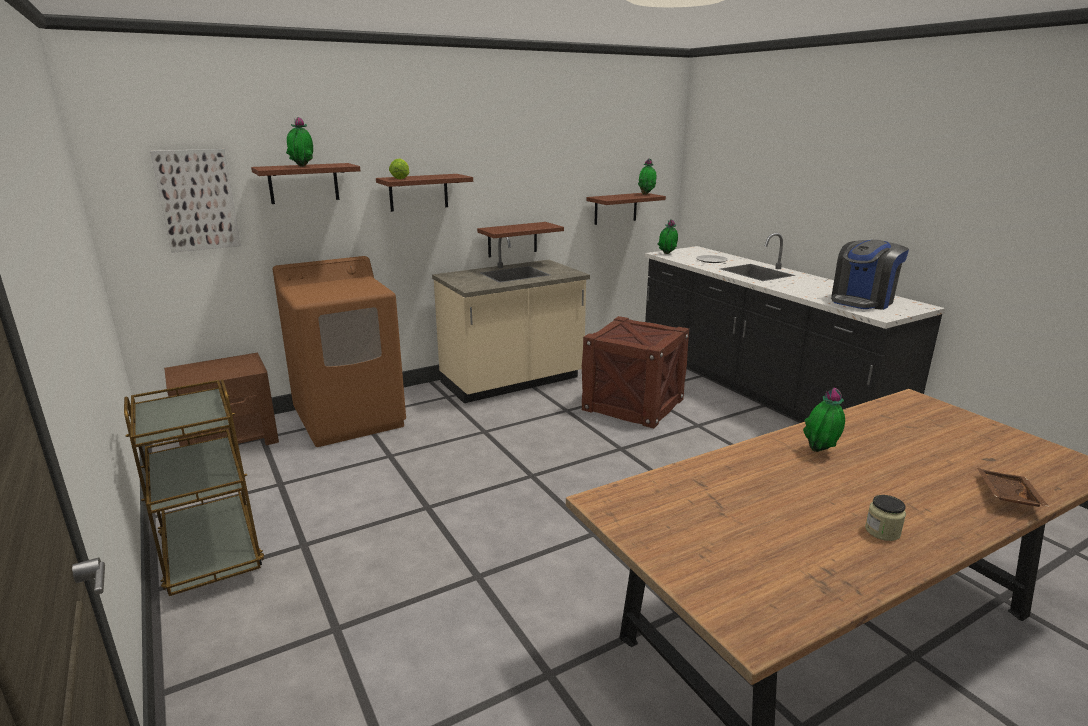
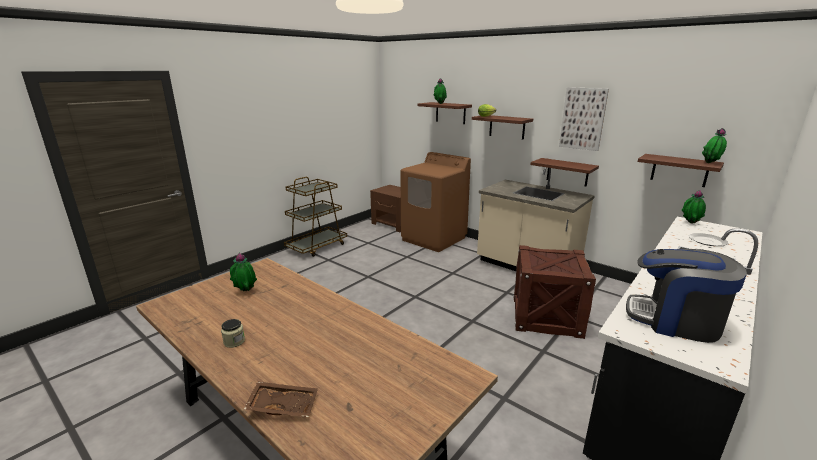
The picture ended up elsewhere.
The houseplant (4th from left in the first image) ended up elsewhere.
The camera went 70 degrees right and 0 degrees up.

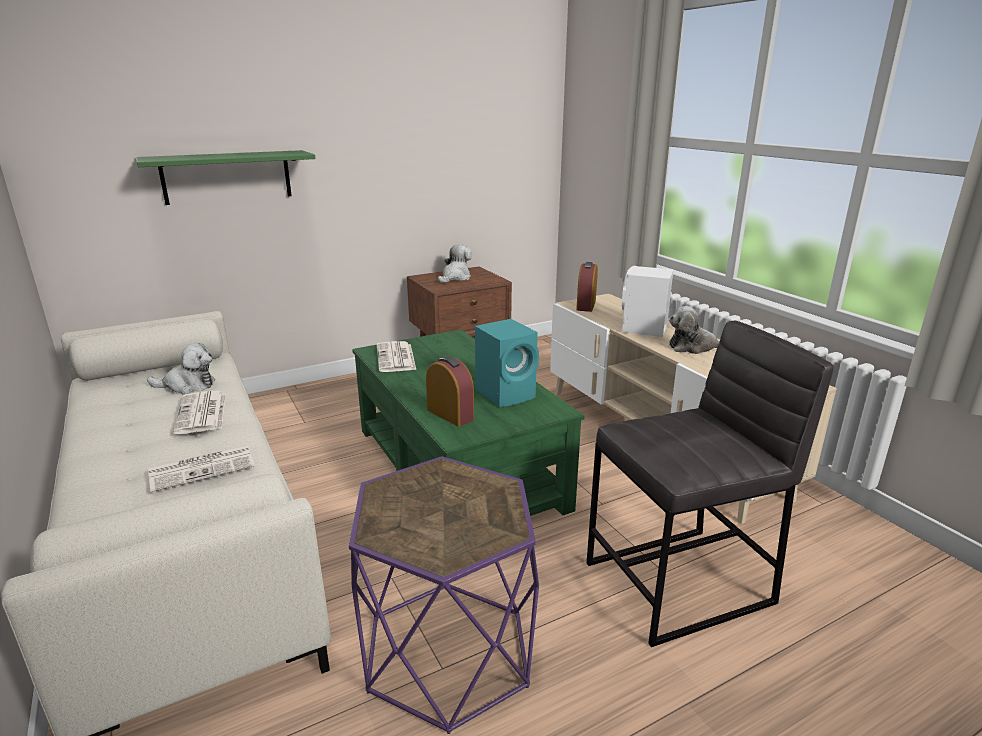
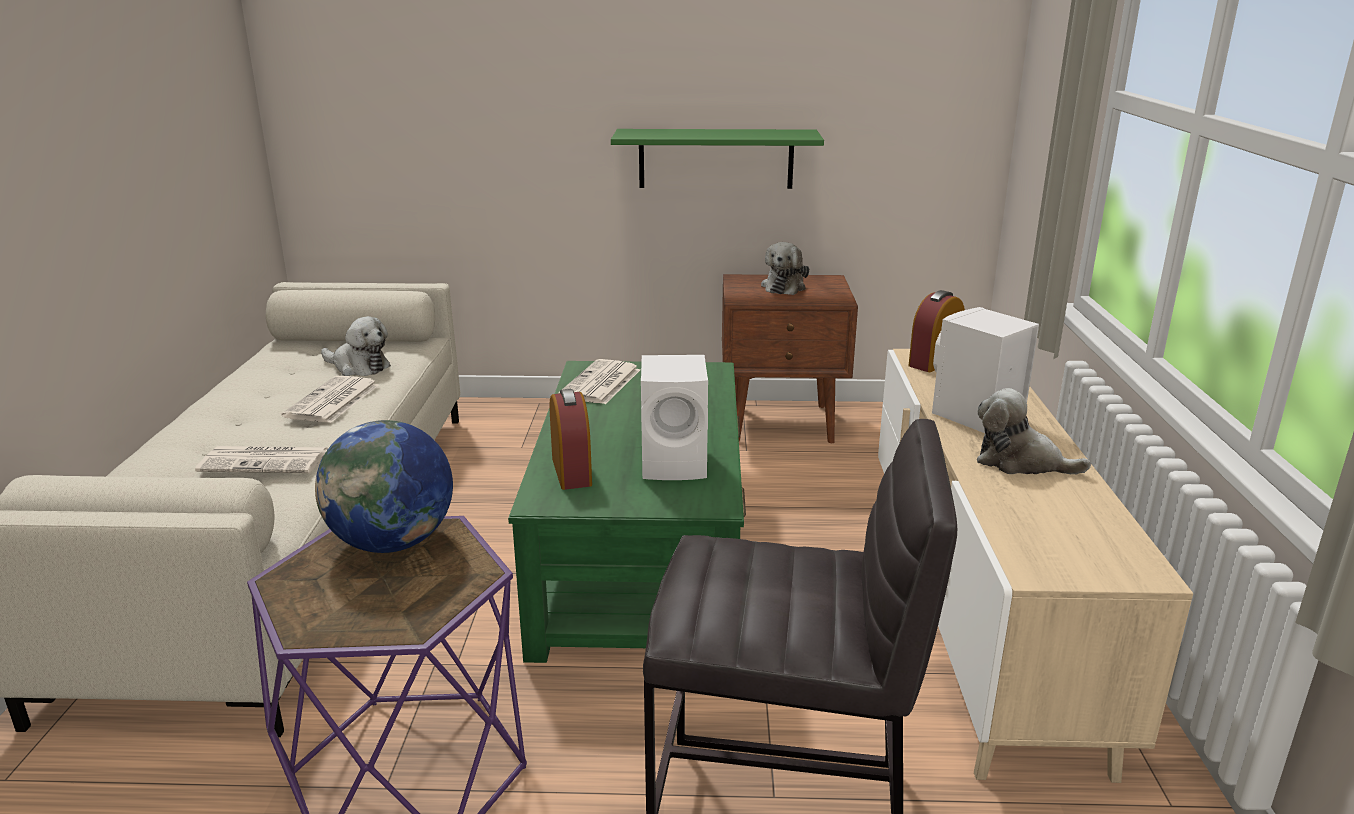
The second view gained the globe.
The green_shelf ended up elsewhere.
What was the turquoise_audio_speaker turned into the whitish_audio_speaker (1st from left).
The plush_toy (2nd from left) ended up facing another way, 135 degrees clockwise from before.
The camera went 30 degrees right and 0 degrees up.

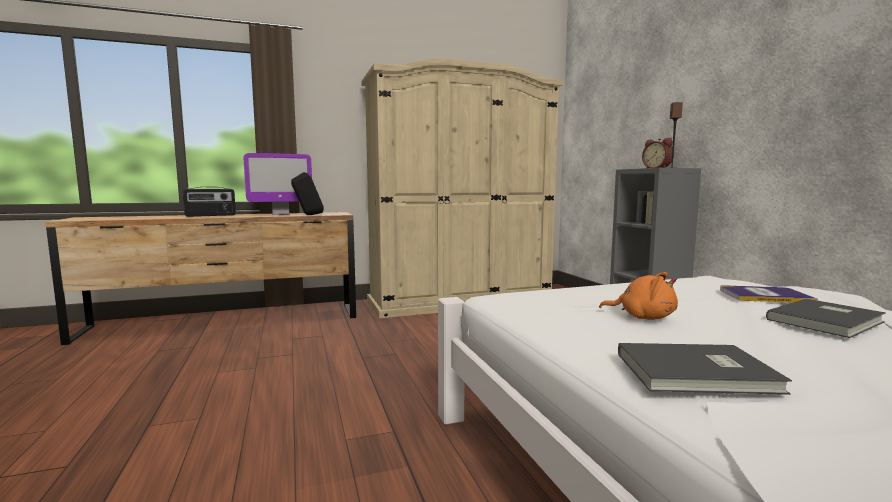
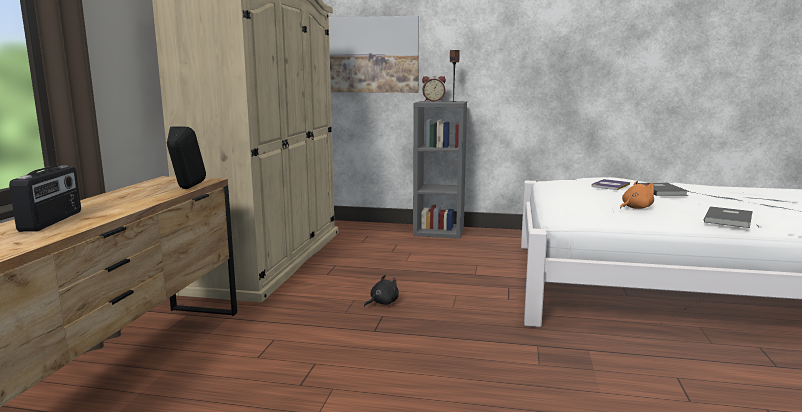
The second view lost the computer_screen.
The second view gained the picture.
The second view gained the blackish_plush_toy.
The camera went 60 degrees left and 5 degrees up.

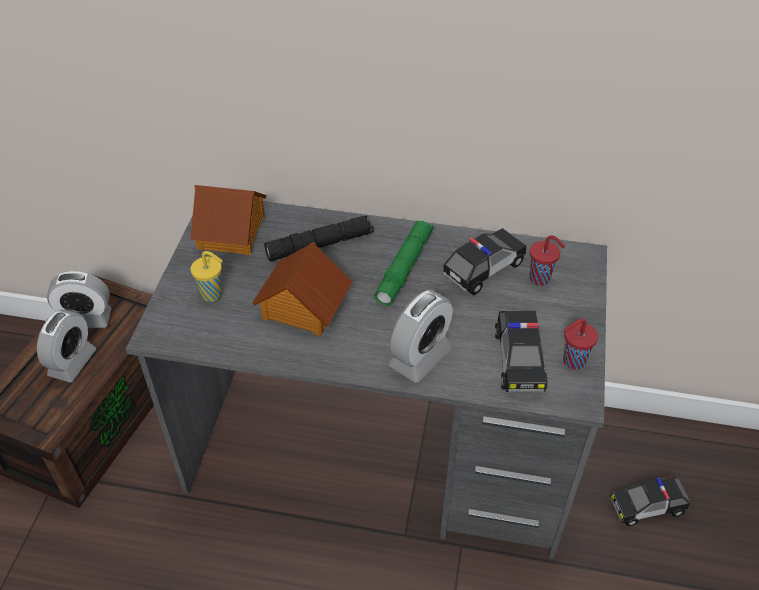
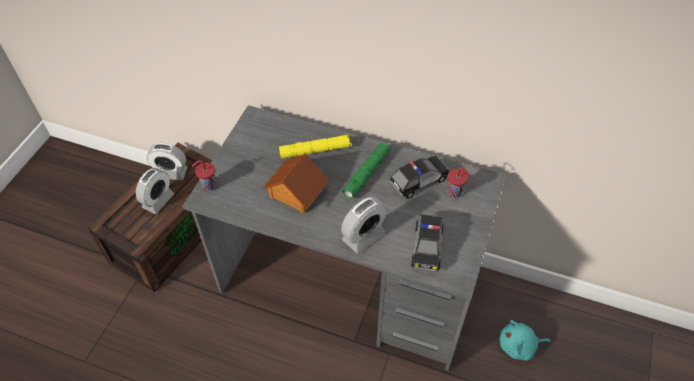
The second view lost the miniature_house (1st from left).
The second view lost the yellowish_small_cup.
The red-coloured_small_cup (2nd from left in the first image) ended up elsewhere.
Where the toy_car (3rd from left) stood, the turquoise_plush_toy came to stand.
What was the blackish_hand_torch turned into the yellowish_hand_torch.
The camera went 10 degrees right and 5 degrees up.

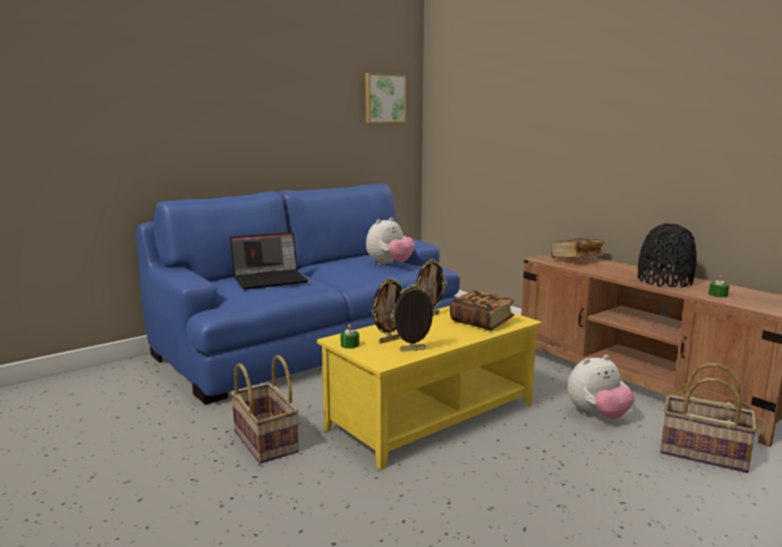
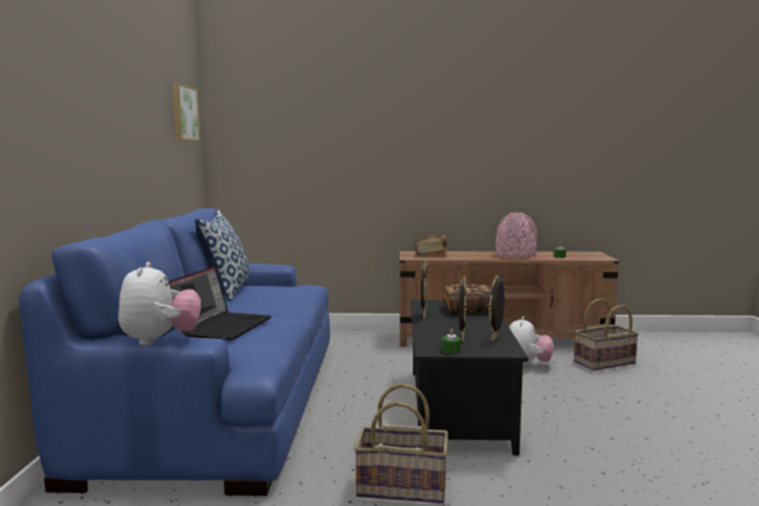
The second view gained the pillow.
The plush_toy (1st from left) ended up elsewhere.
What was the yellowish_low_table turned into the blackish_low_table.
What was the blackish_flower_vase turned into the pink-coloured_flower_vase.
The camera went 50 degrees left and 5 degrees down.

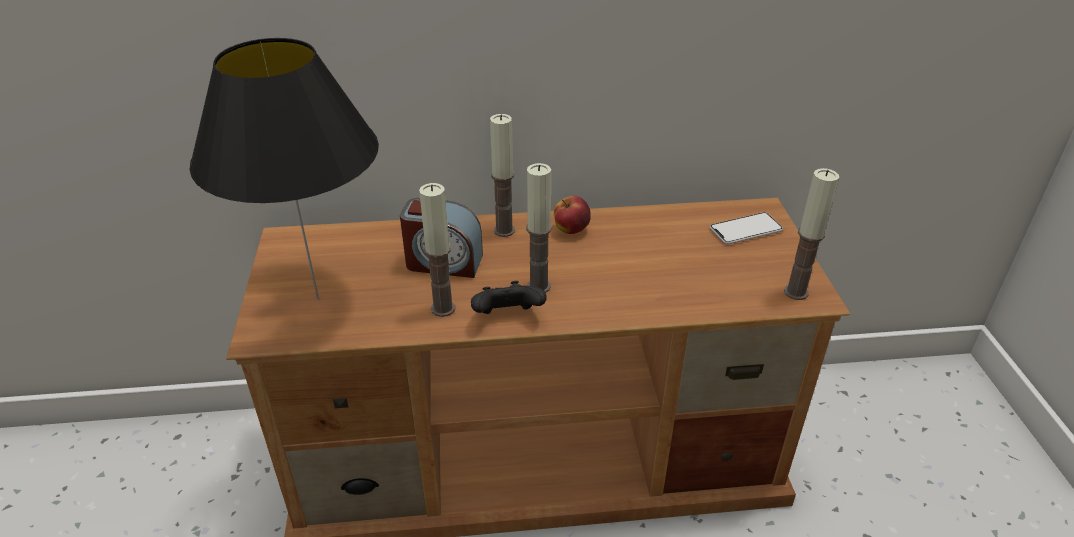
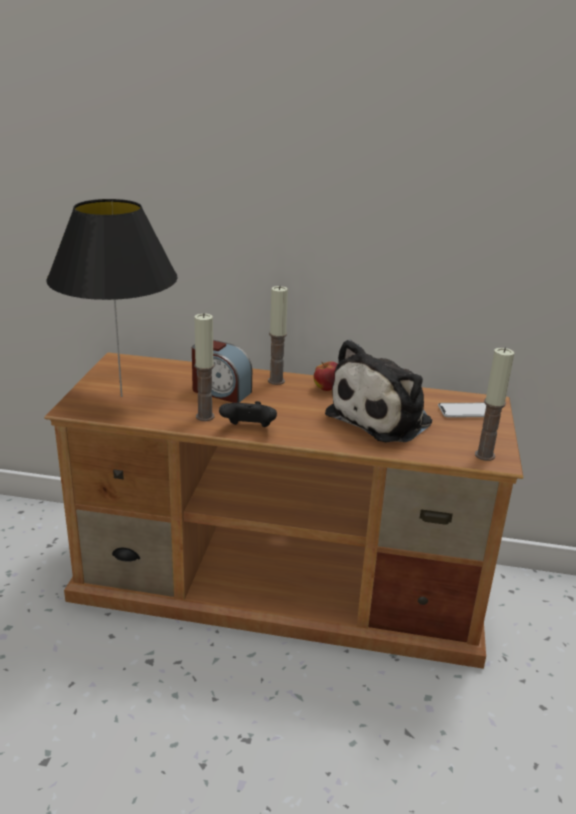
The second view lost the candle (3rd from left).
The second view gained the plush_toy.
The camera went 15 degrees right and 10 degrees down.

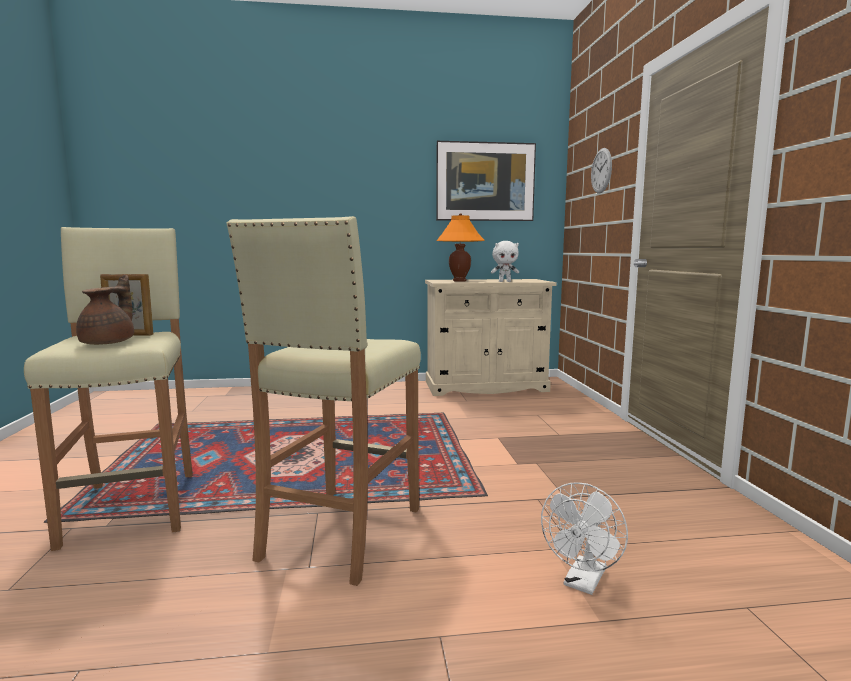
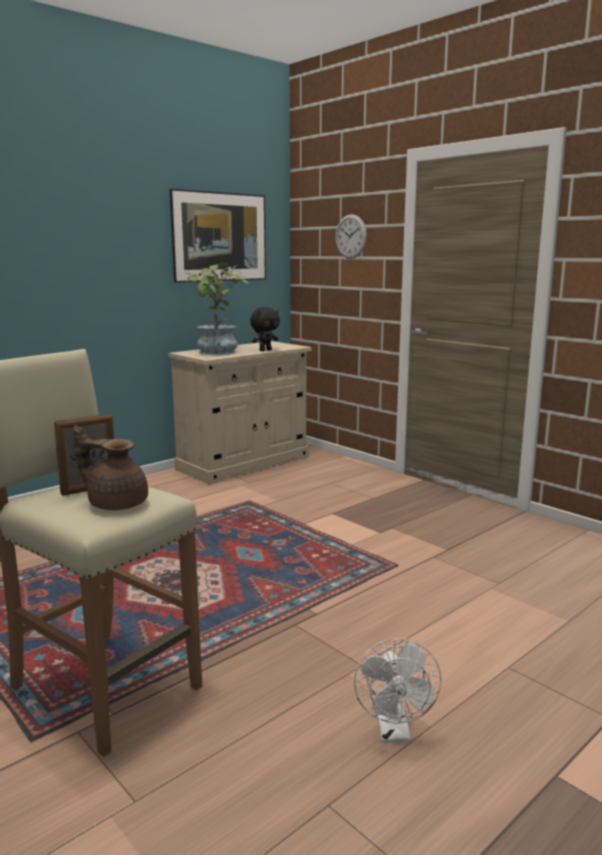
The second view lost the beige-coloured_sitting_stool (2nd from left).
The whitish_electric_fan ended up elsewhere.
Where the orange-coloured_tabletop_lamp stood, the houseplant came to stand.
What was the whitish_plush_toy turned into the blackish_plush_toy.
The brown_pot_for_tea ended up facing another way, 45 degrees counterclockwise from before.
The camera went 35 degrees left and 5 degrees up.

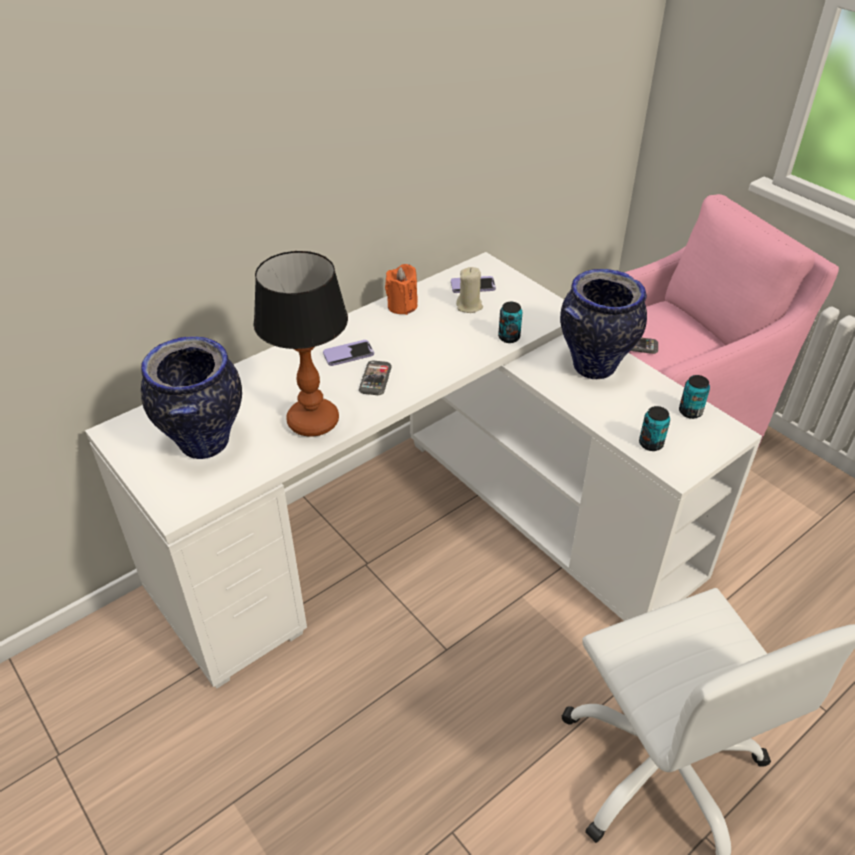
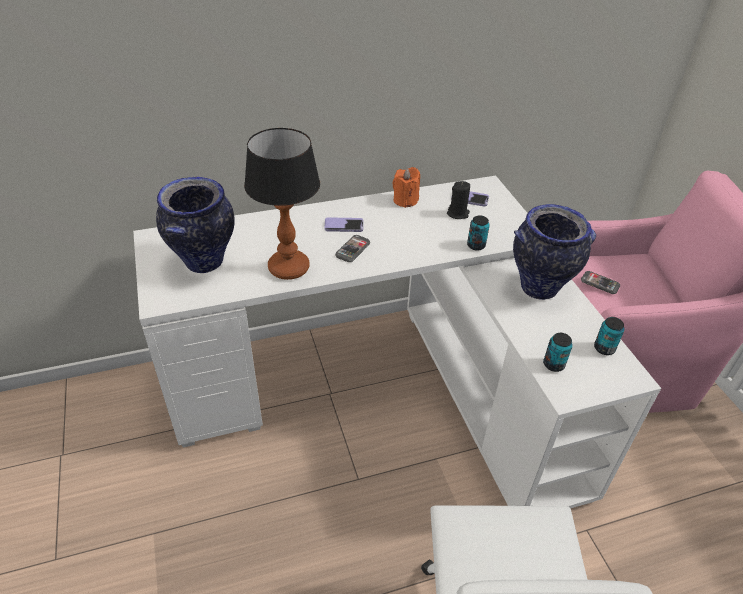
What was the beige-coloured_candle turned into the blackish_candle.
The camera went 20 degrees right and 0 degrees up.

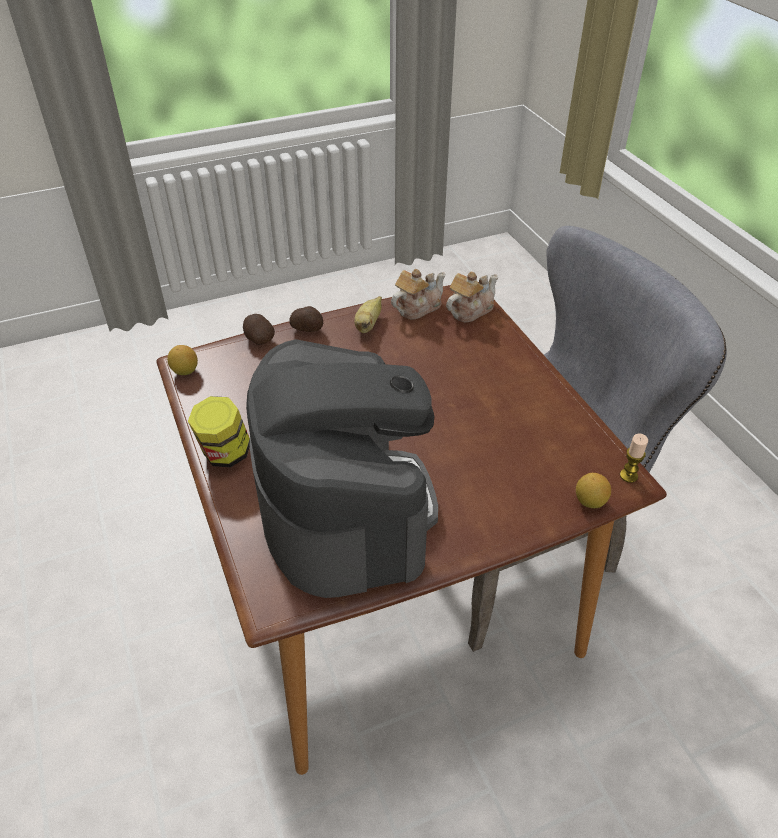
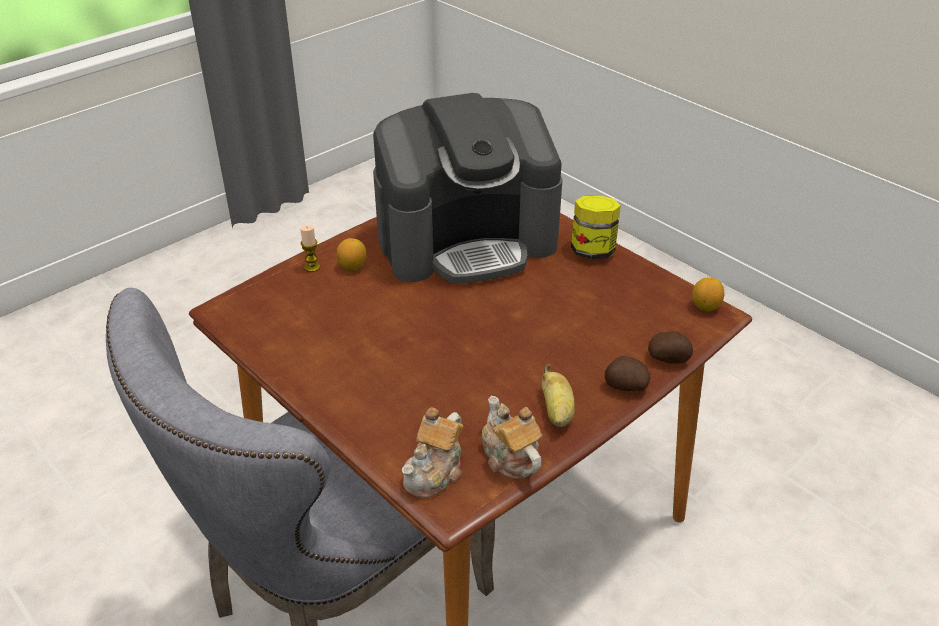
The lemon (2nd from left in the first image) ended up elsewhere.
The candle ended up elsewhere.
The coffee_maker ended up facing another way, 75 degrees counterclockwise from before.
The pot_for_tea (1st from left in the first image) ended up facing another way, 120 degrees clockwise from before.
The camera went 160 degrees right and 5 degrees down.

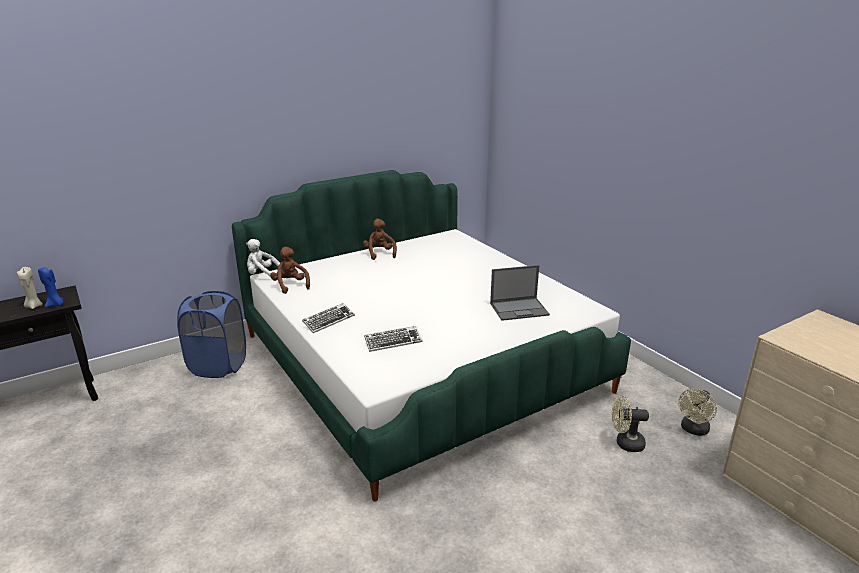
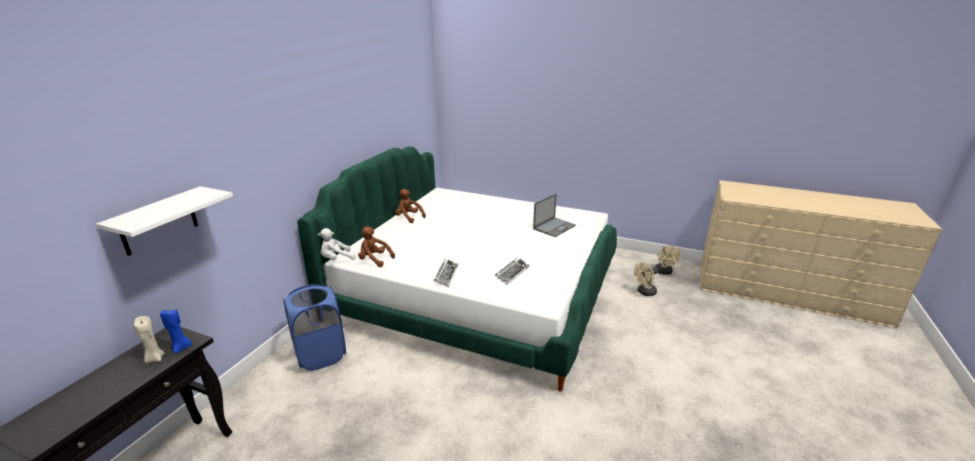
The second view gained the whitish_shelf.
The camera went 35 degrees left and 0 degrees up.

